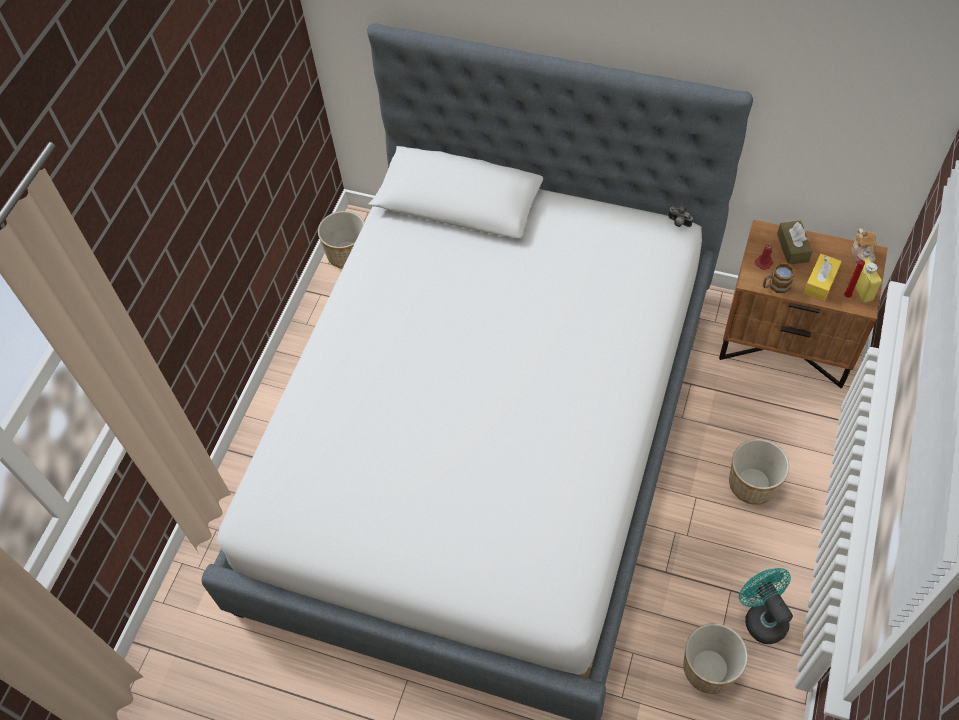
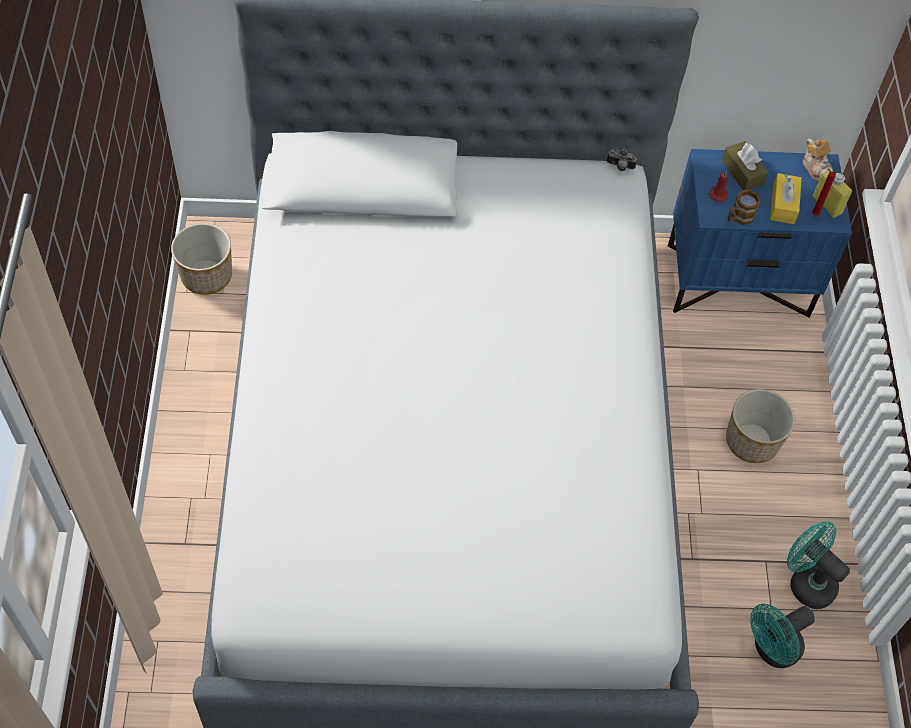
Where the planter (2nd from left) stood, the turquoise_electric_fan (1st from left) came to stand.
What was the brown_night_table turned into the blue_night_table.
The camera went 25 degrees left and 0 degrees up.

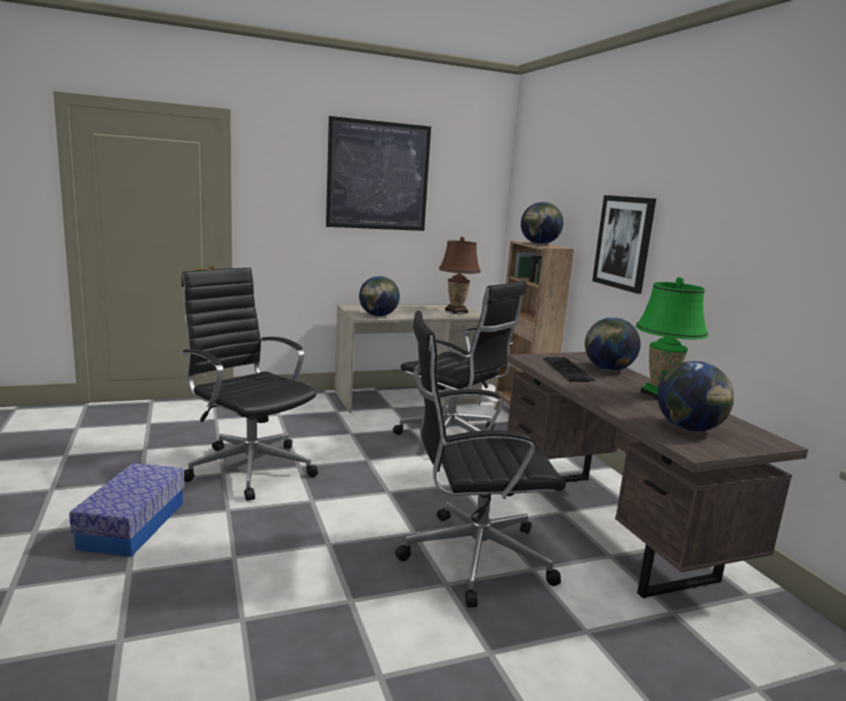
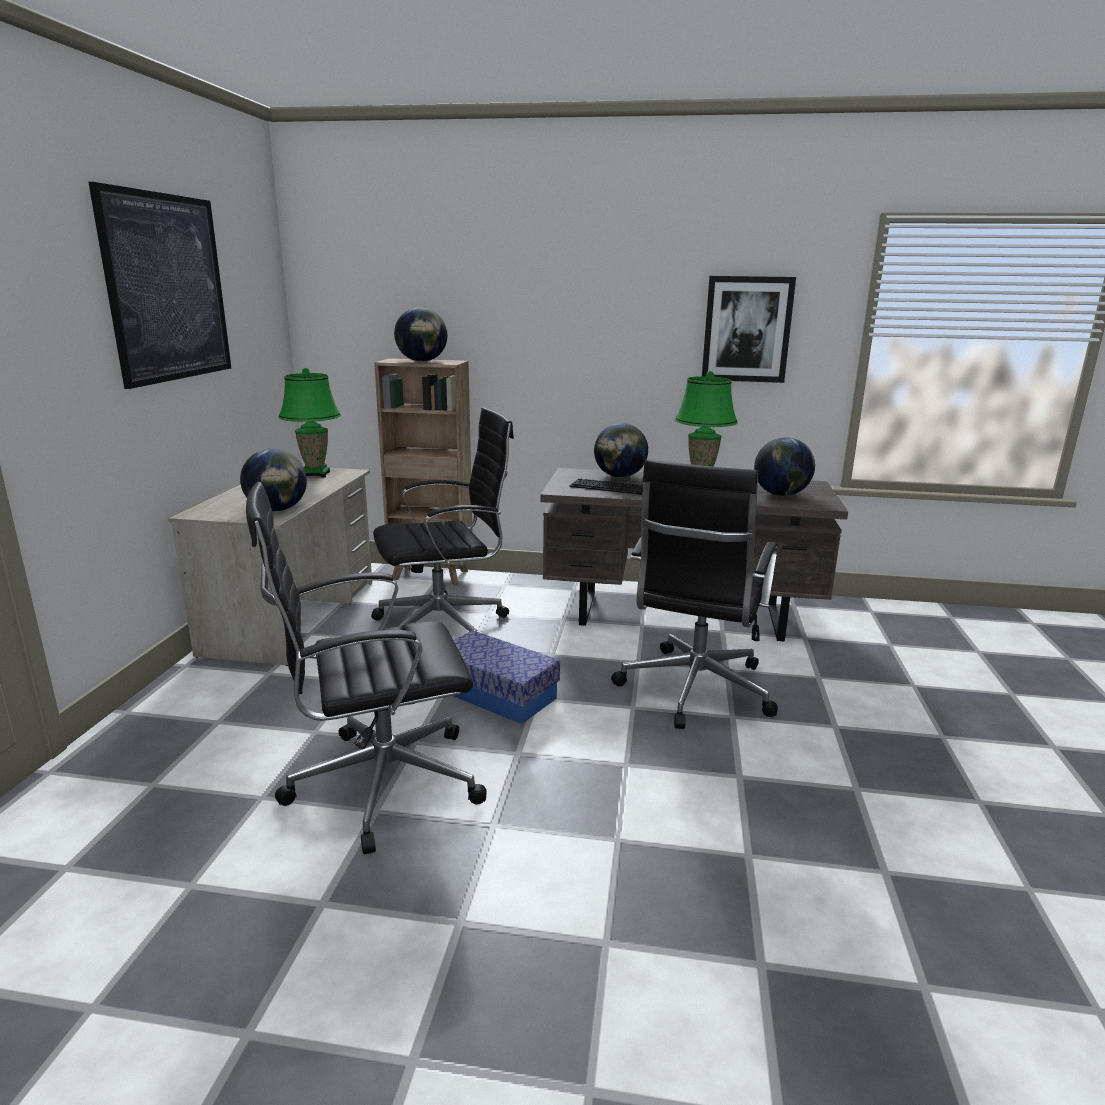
The storage_box ended up elsewhere.
The picture (2nd from left) ended up elsewhere.
What was the brown_tabletop_lamp turned into the green_tabletop_lamp (1st from left).
The camera went 60 degrees left and 5 degrees up.

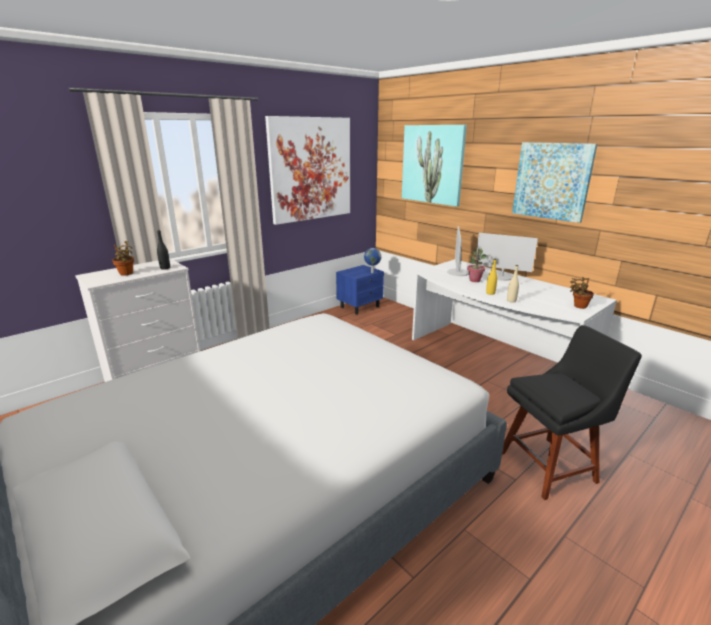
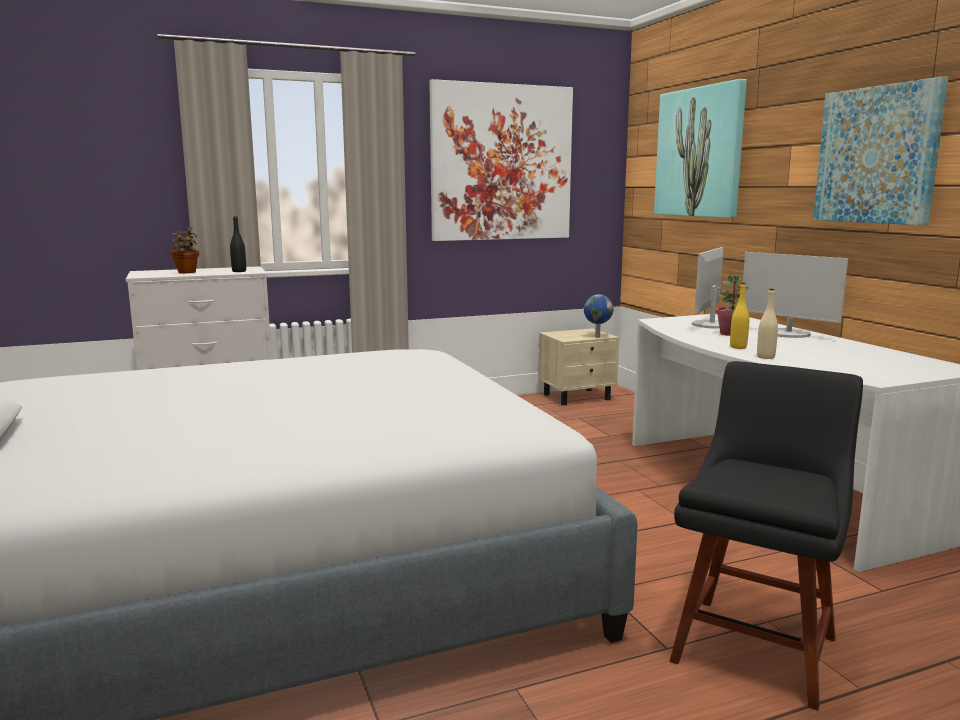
The second view lost the houseplant (3rd from left).
What was the blue_night_table turned into the beige-coloured_night_table.
The blackish_plain_chair ended up facing another way, 60 degrees counterclockwise from before.
The camera went 20 degrees right and 10 degrees down.

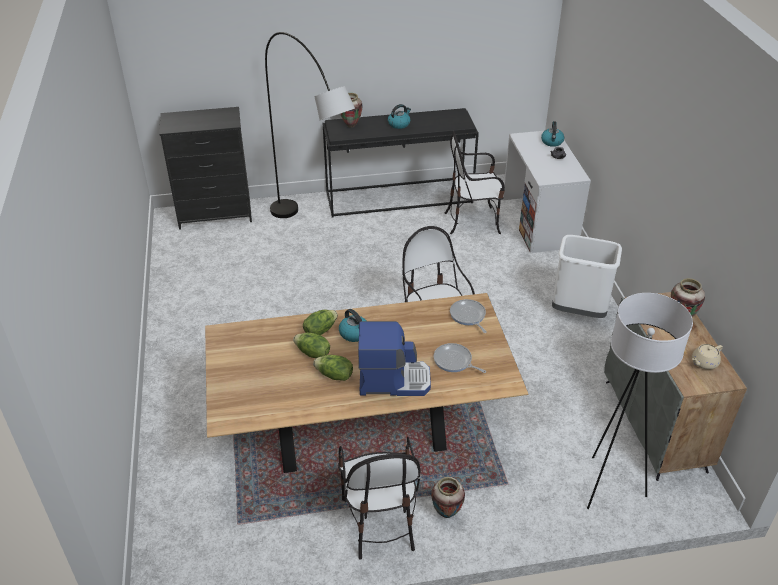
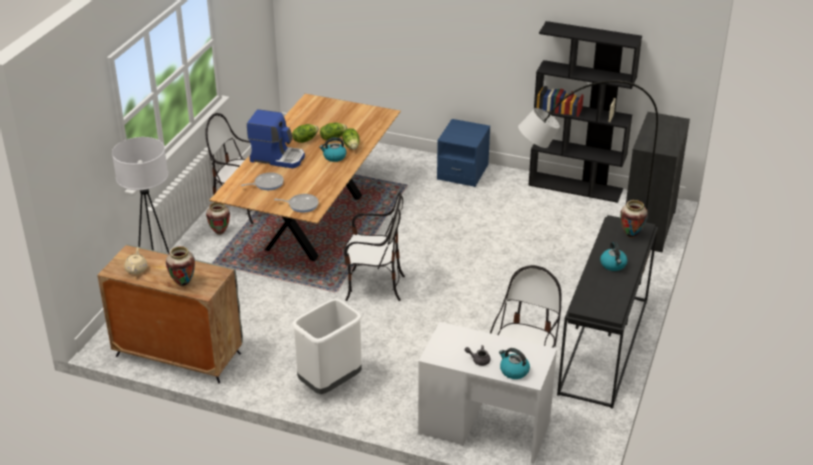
The second view gained the blue_night_table.
The second view gained the blackish_shelving_unit.
The coffee_maker ended up facing another way, 105 degrees counterclockwise from before.
The camera went 120 degrees right and 5 degrees down.

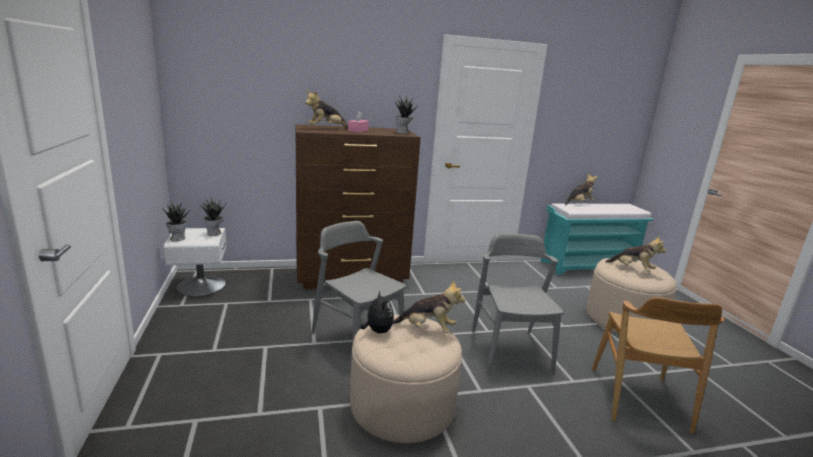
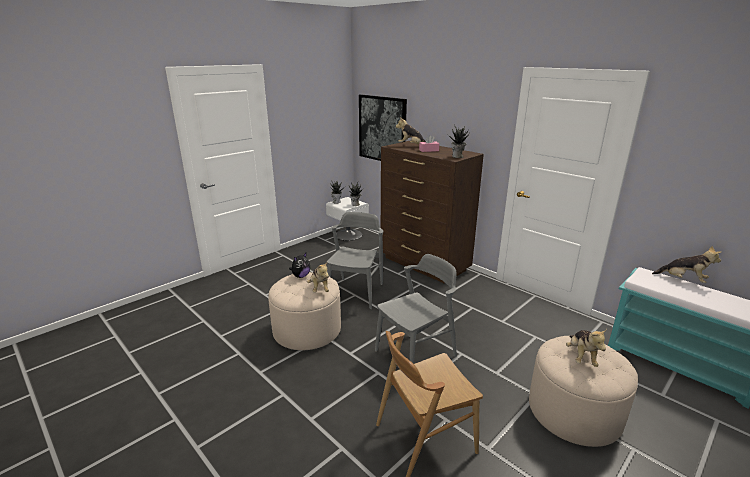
The second view gained the picture.
The camera went 60 degrees right and 5 degrees up.

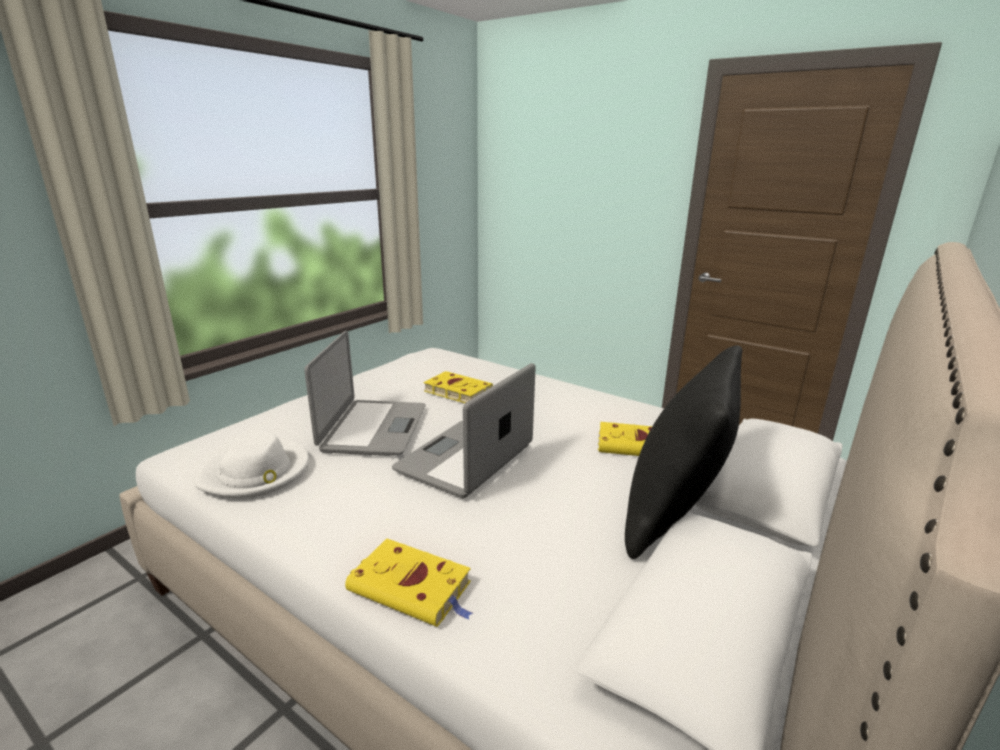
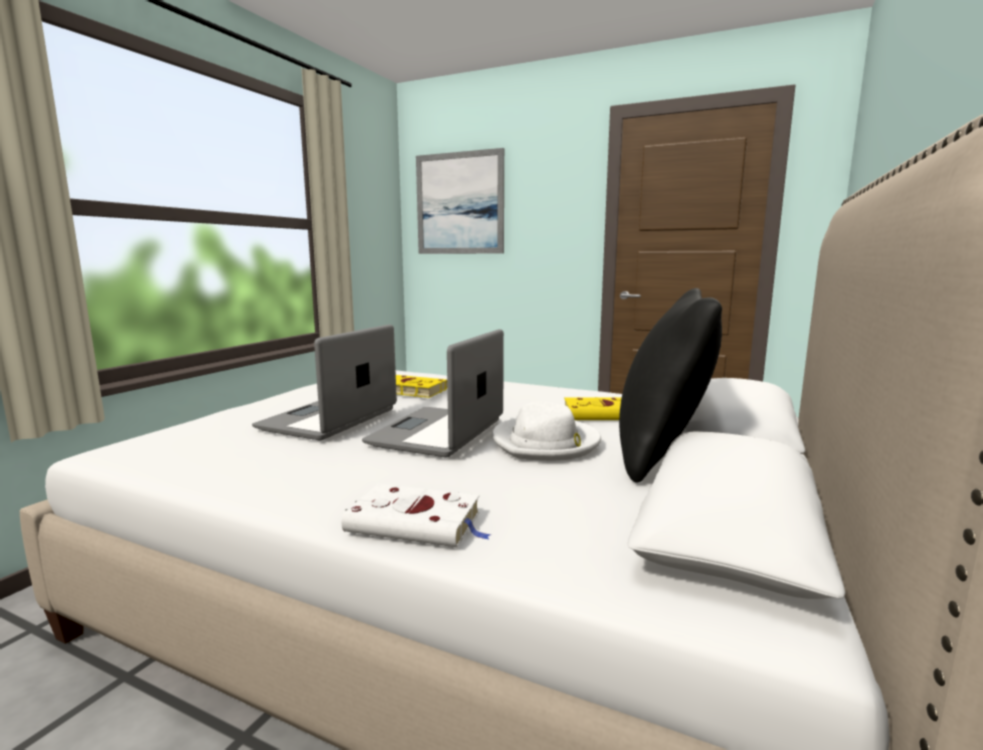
The second view gained the picture.
The whitish_wearable_hat ended up elsewhere.
What was the yellowish_book (1st from left) turned into the whitish_book.
The laptop (1st from left) ended up facing another way, 150 degrees counterclockwise from before.
The camera went 10 degrees left and 10 degrees down.

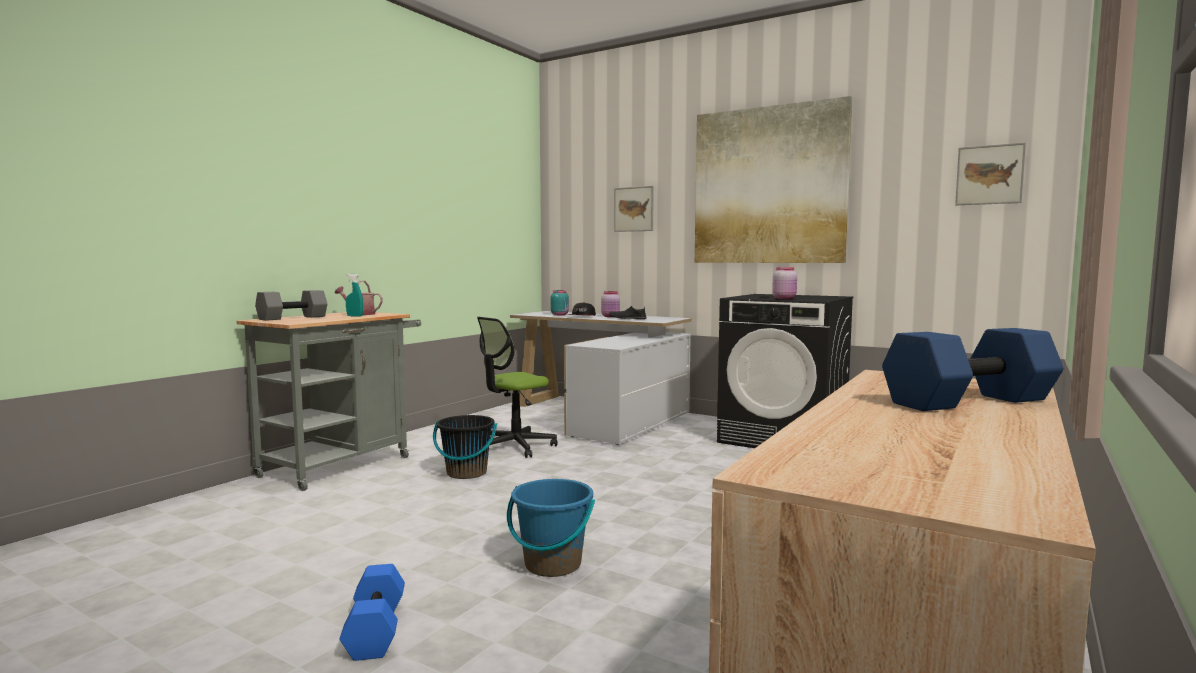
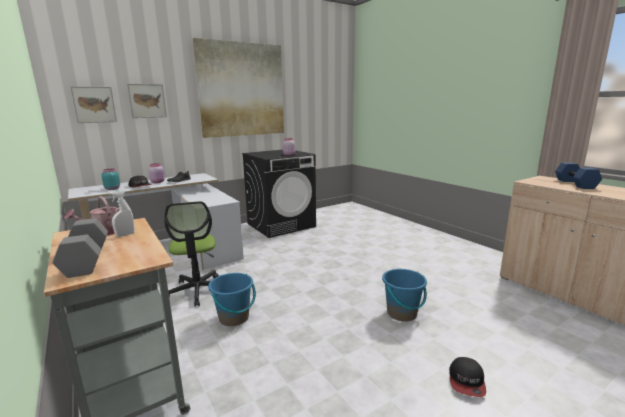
The picture (3rd from left in the first image) ended up elsewhere.
Where the blue_hand_weight (1st from left) stood, the baseball_cap (2nd from left) came to stand.
What was the turquoise_hand_sprayer turned into the whitish_hand_sprayer.
What was the blackish_water_bucket turned into the blue_water_bucket (1st from left).
The camera went 65 degrees left and 10 degrees up.

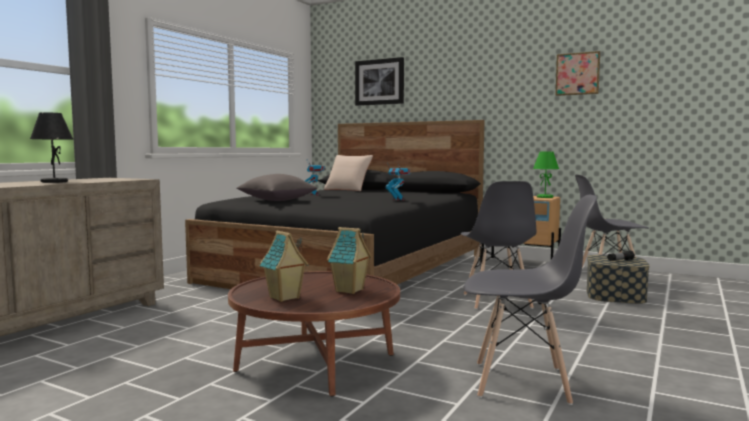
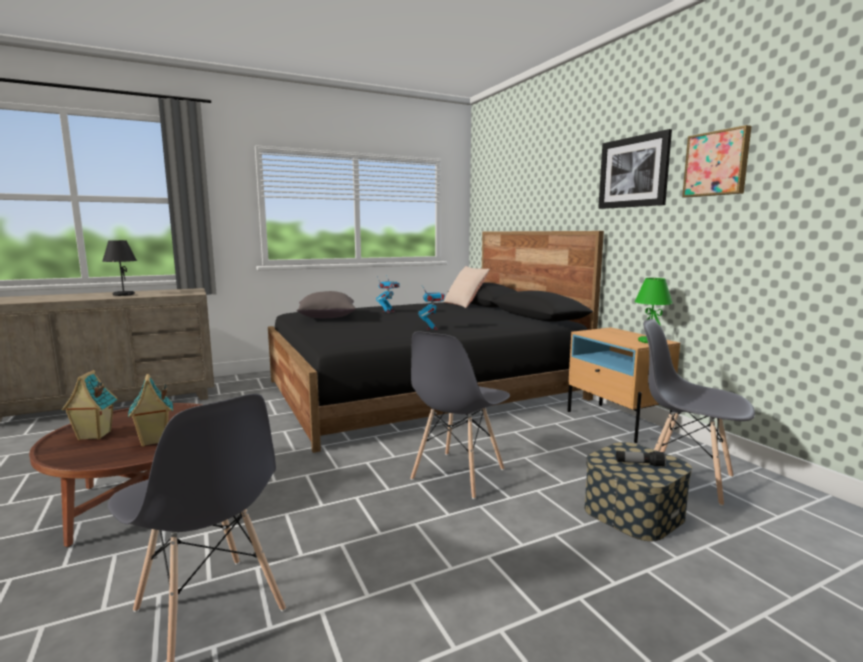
The picture (1st from left) ended up elsewhere.
The camera went 35 degrees right and 5 degrees up.

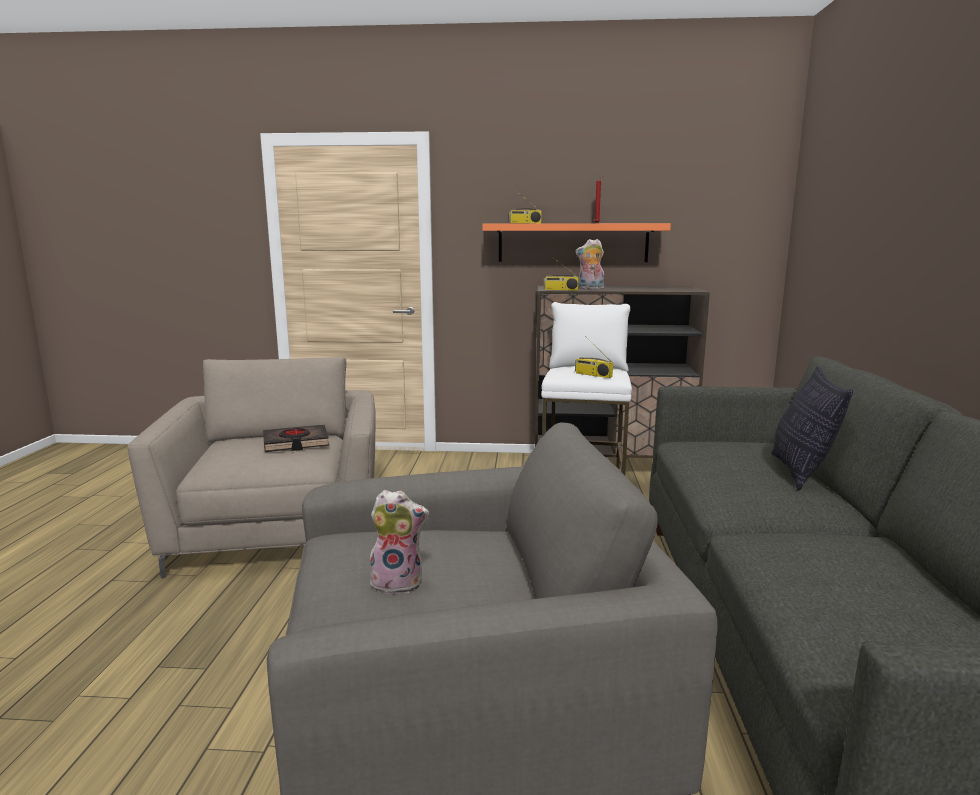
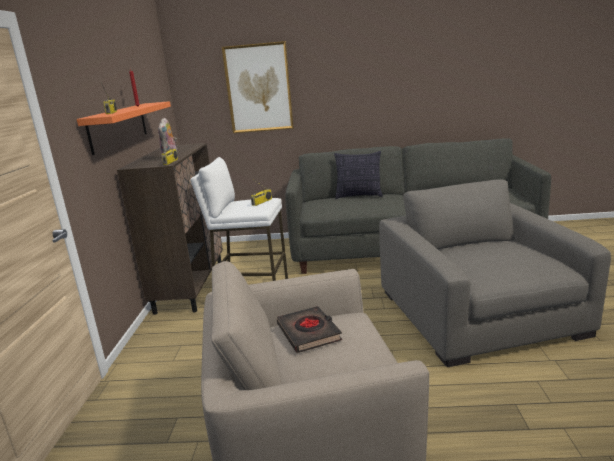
The second view lost the plush_toy (1st from left).
The second view gained the picture.
The camera went 90 degrees left and 5 degrees up.

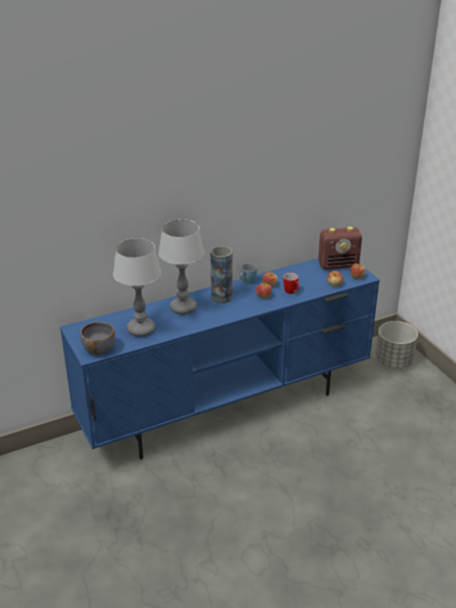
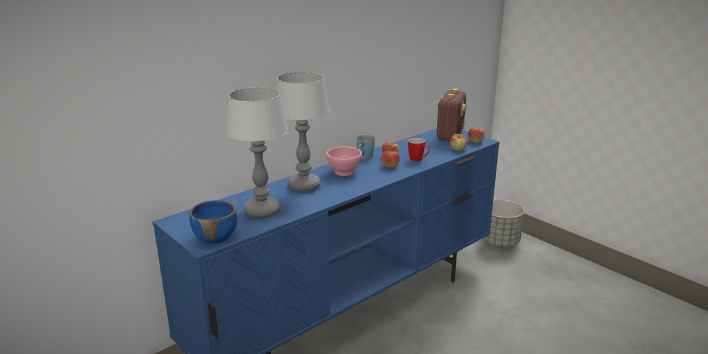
Where the flower_vase stood, the pink-coloured_bowl came to stand.
What was the greyish_bowl turned into the blue_bowl.
The radio ended up facing another way, 45 degrees counterclockwise from before.
The camera went 15 degrees left and 10 degrees down.

